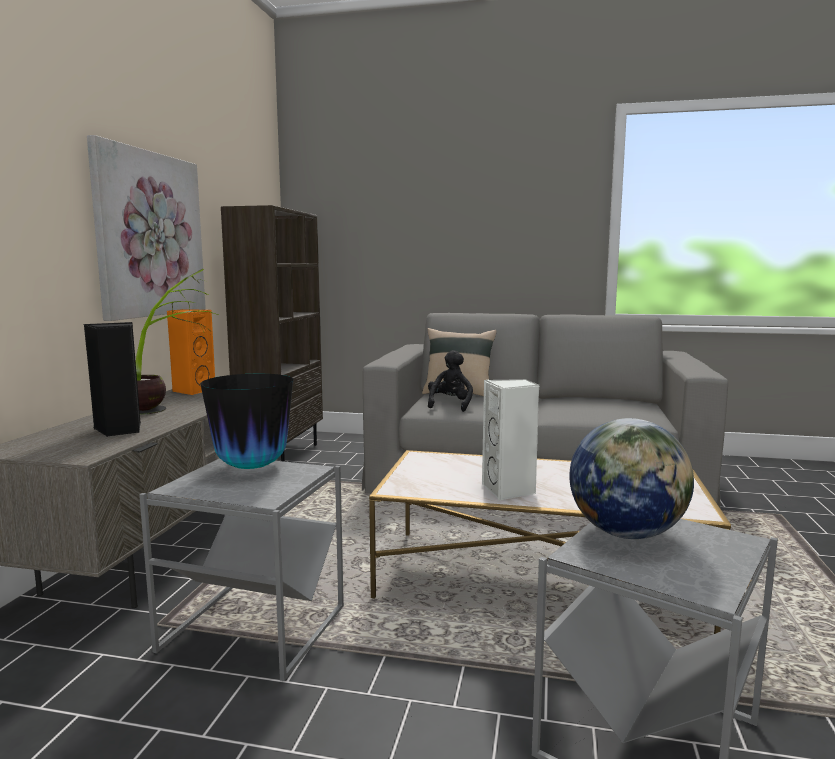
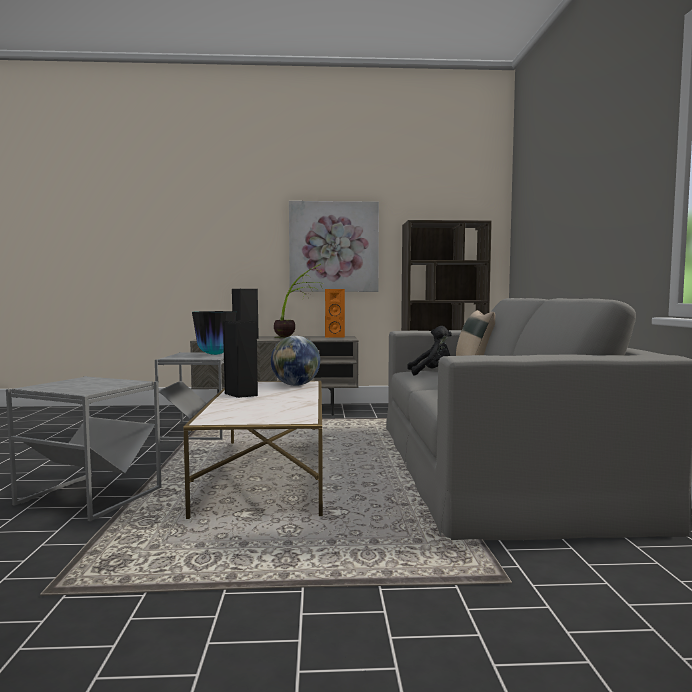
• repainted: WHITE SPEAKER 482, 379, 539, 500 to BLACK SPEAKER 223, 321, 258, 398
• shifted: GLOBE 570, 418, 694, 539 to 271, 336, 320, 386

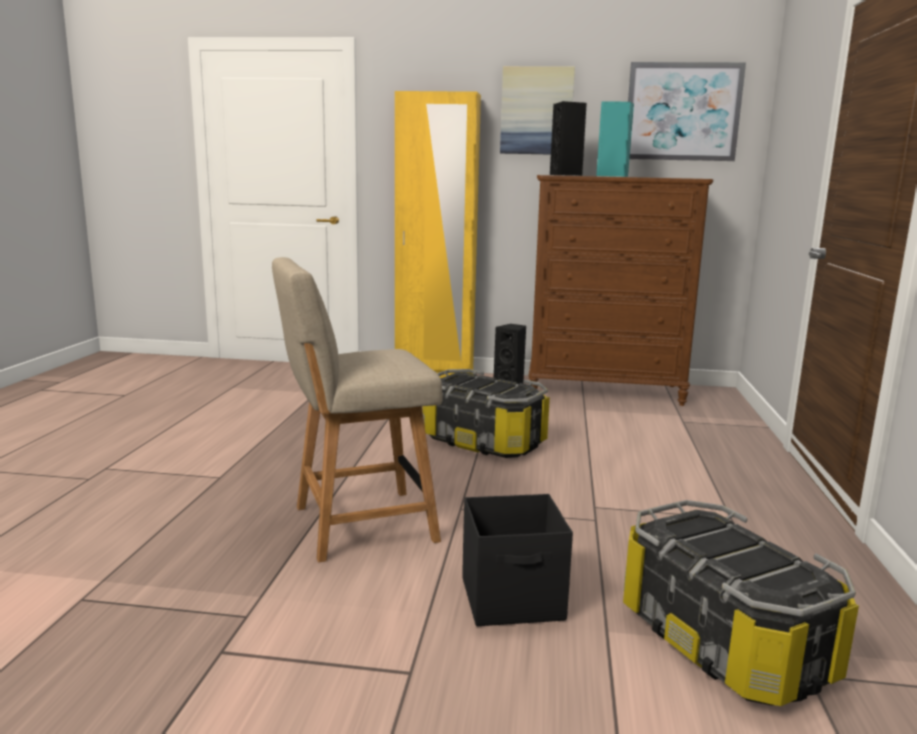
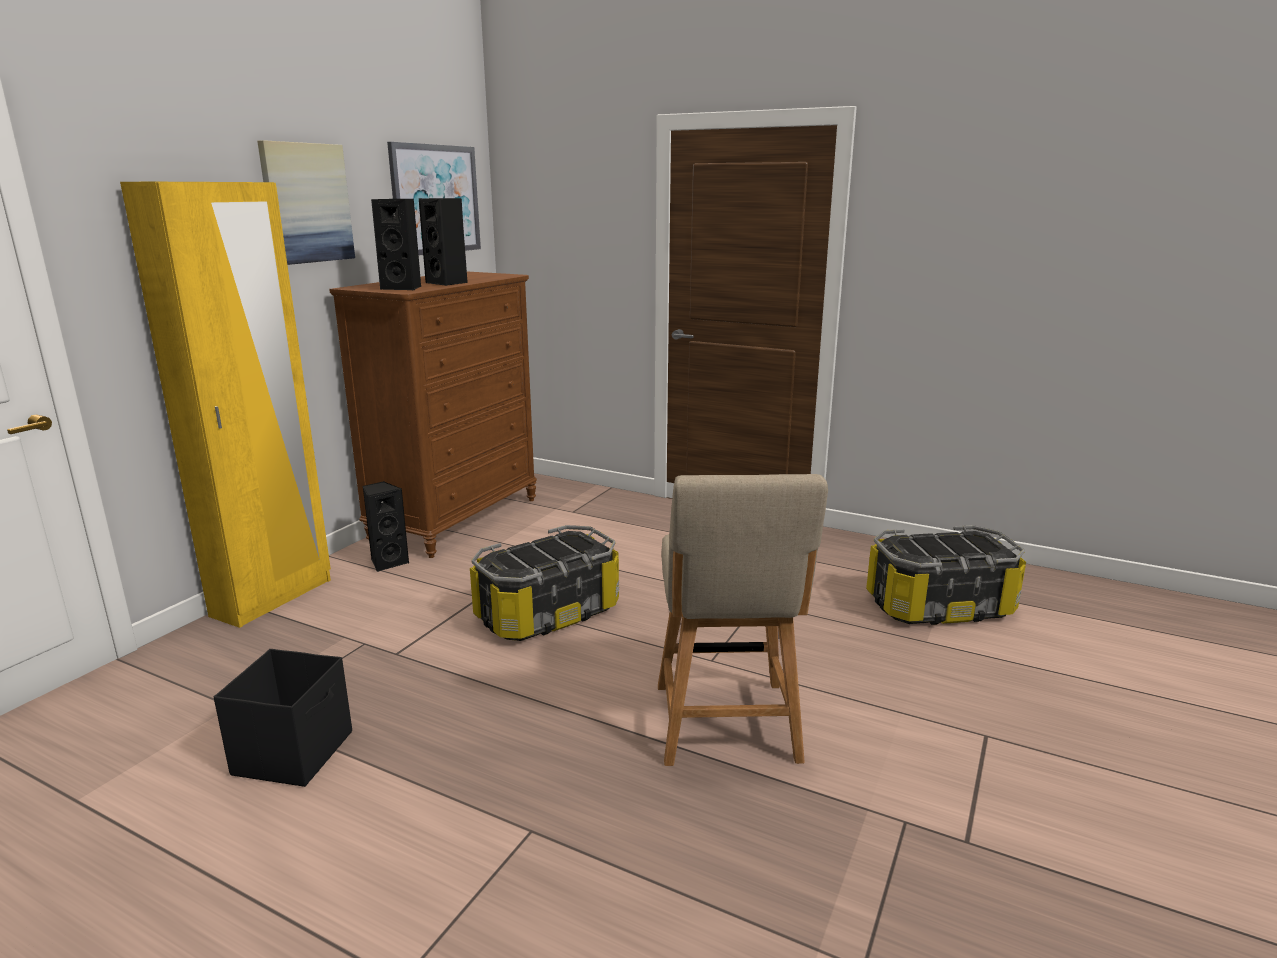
• repainted: TURQUOISE SPEAKER 596, 101, 634, 177 to BLACK SPEAKER 419, 198, 468, 286
• shifted: BLACK STORAGE BOX 462, 494, 573, 626 to 214, 649, 352, 787

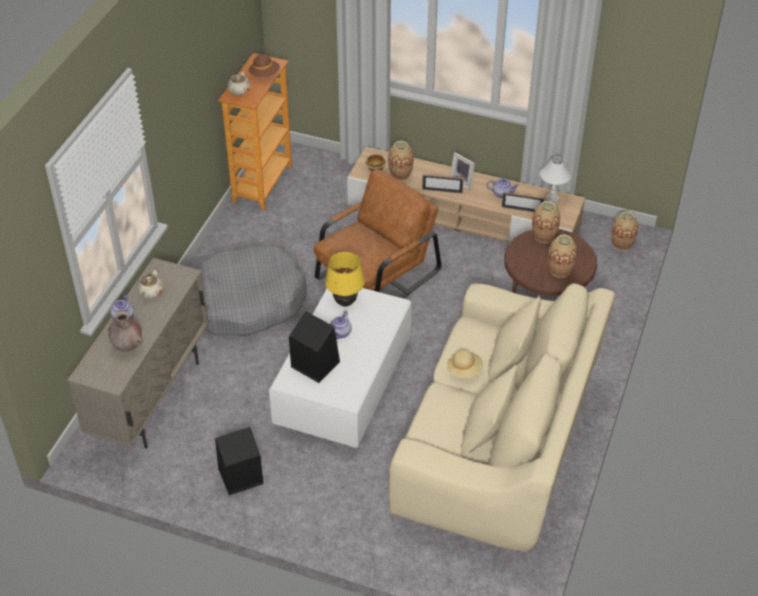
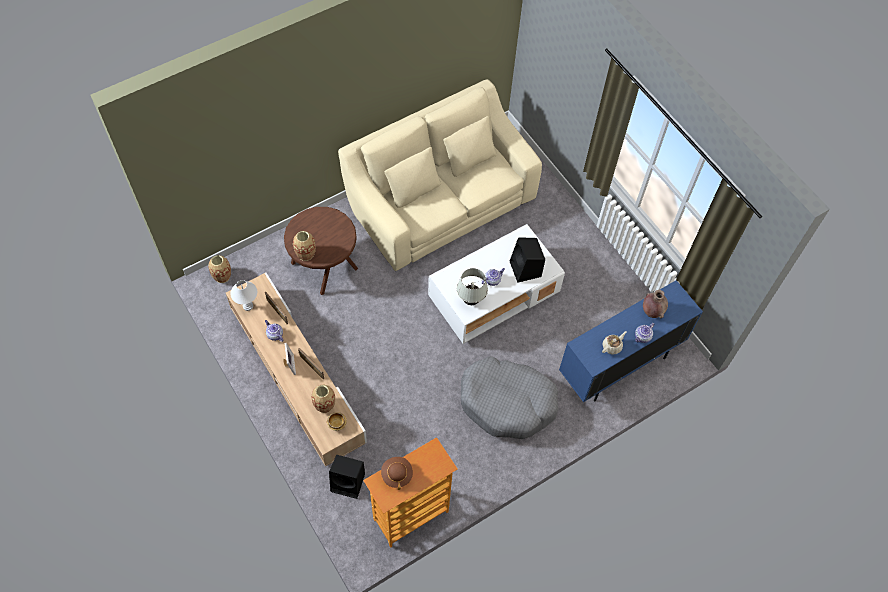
• gone: BEIGE TEAPOT 228, 71, 250, 95
• gone: BROWN ARMCHAIR 314, 169, 442, 299
• gone: VASE 548, 235, 577, 278
• repainted: YELLOW TABLE LAMP 325, 252, 365, 307 to WHITE TABLE LAMP 457, 268, 488, 305
• repainted: BEIGE CABINET 68, 258, 209, 449 to BLUE CABINET 559, 280, 703, 402
• gone: BEIGE HAT 447, 350, 483, 378
• shifted: BLACK SPEAKER 215, 427, 263, 495 to 329, 455, 365, 499

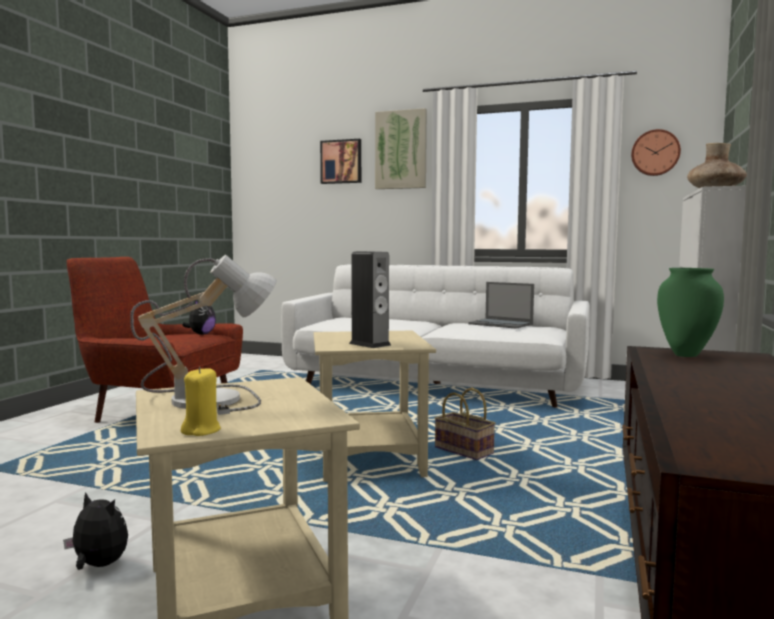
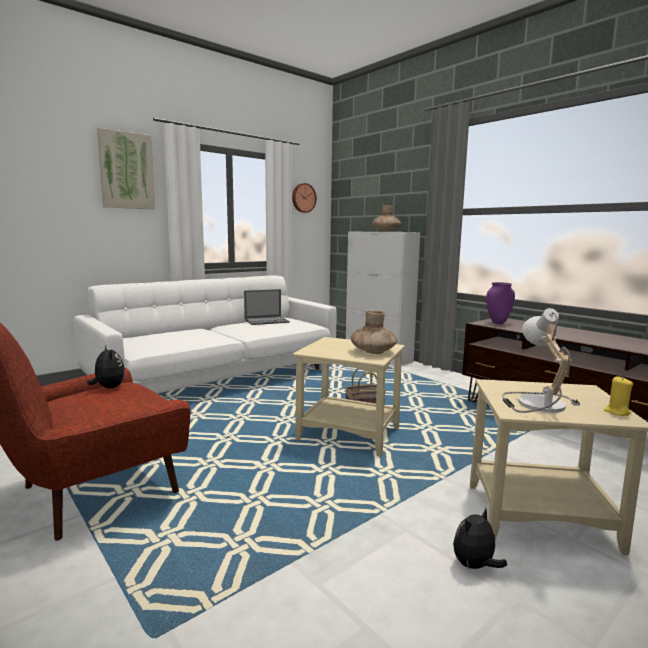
• gone: PICTURE 320, 139, 361, 184
• swapped: SPEAKER 349, 251, 391, 348 to BROWN VASE 350, 310, 397, 354
• repainted: GREEN VASE 657, 268, 724, 357 to PURPLE VASE 486, 282, 515, 324

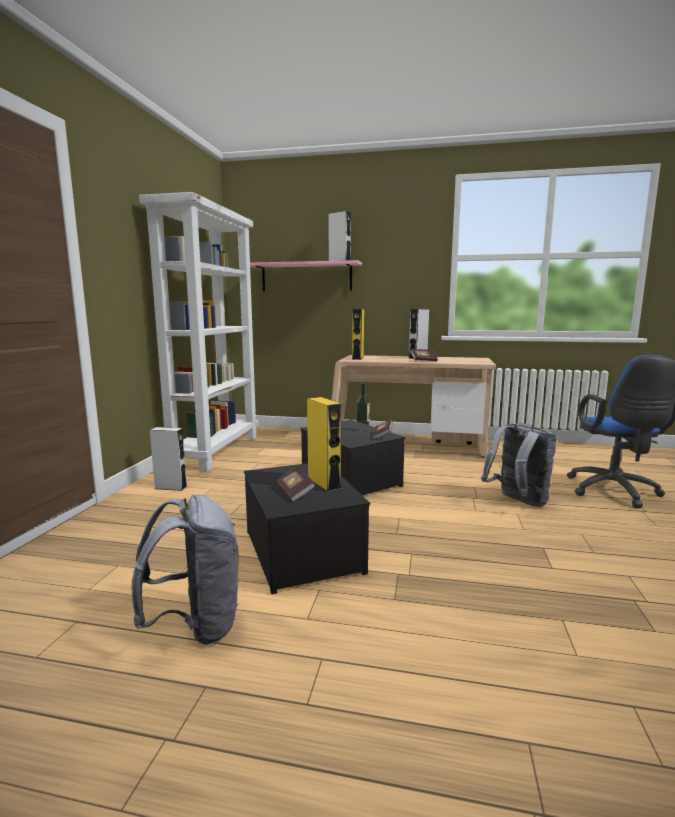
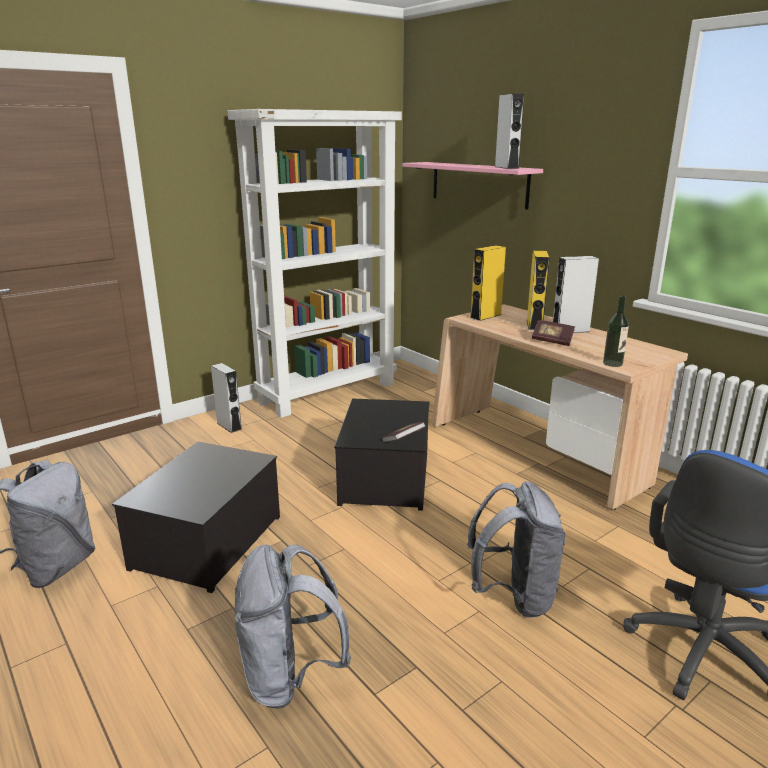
• shifted: BOTTLE 356, 383, 370, 432 to 603, 295, 629, 367
• shifted: YELLOW SPEAKER 307, 397, 342, 492 to 527, 251, 550, 330
• gone: BOOK 276, 466, 315, 502
• new: GREY BACKPACK 235, 545, 351, 708

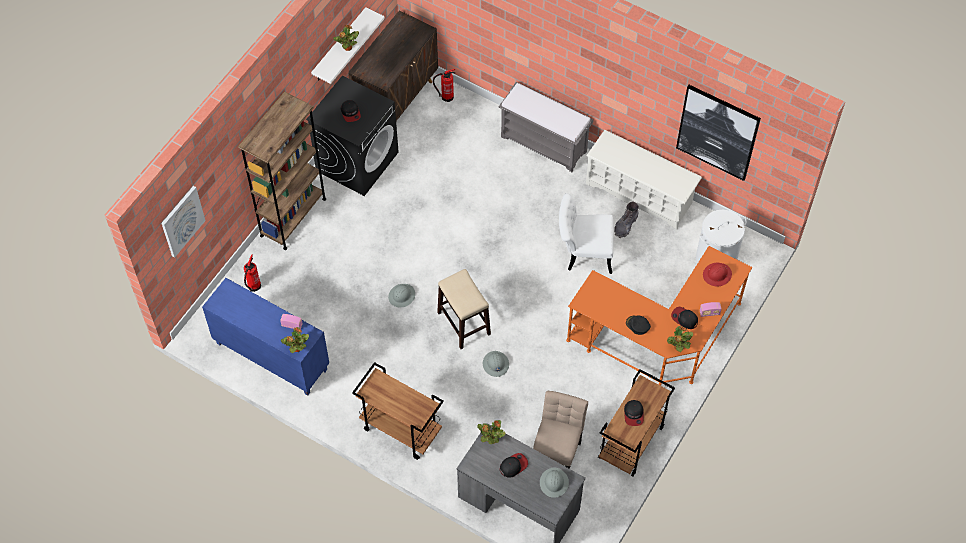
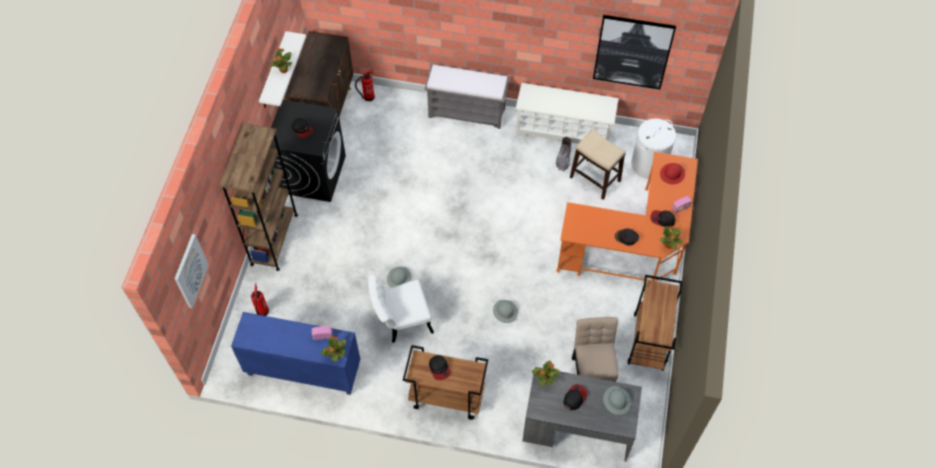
• shifted: WHITE CHAIR 559, 193, 613, 274 to 368, 274, 434, 343
• shifted: STOOL 437, 269, 491, 349 to 570, 129, 626, 200
• shifted: CAP 624, 400, 644, 426 to 429, 355, 450, 380

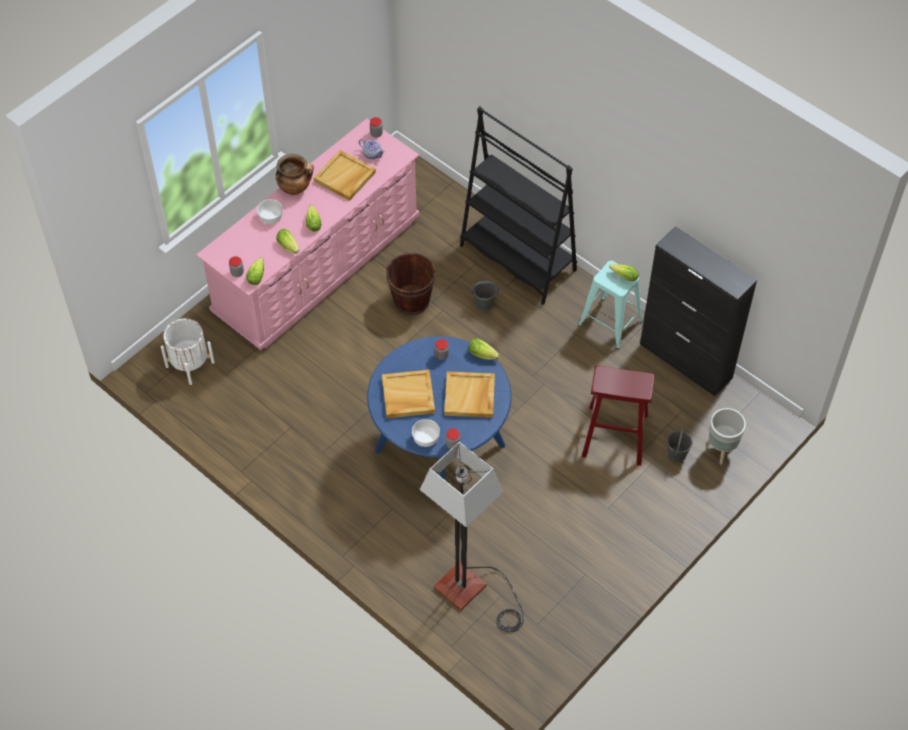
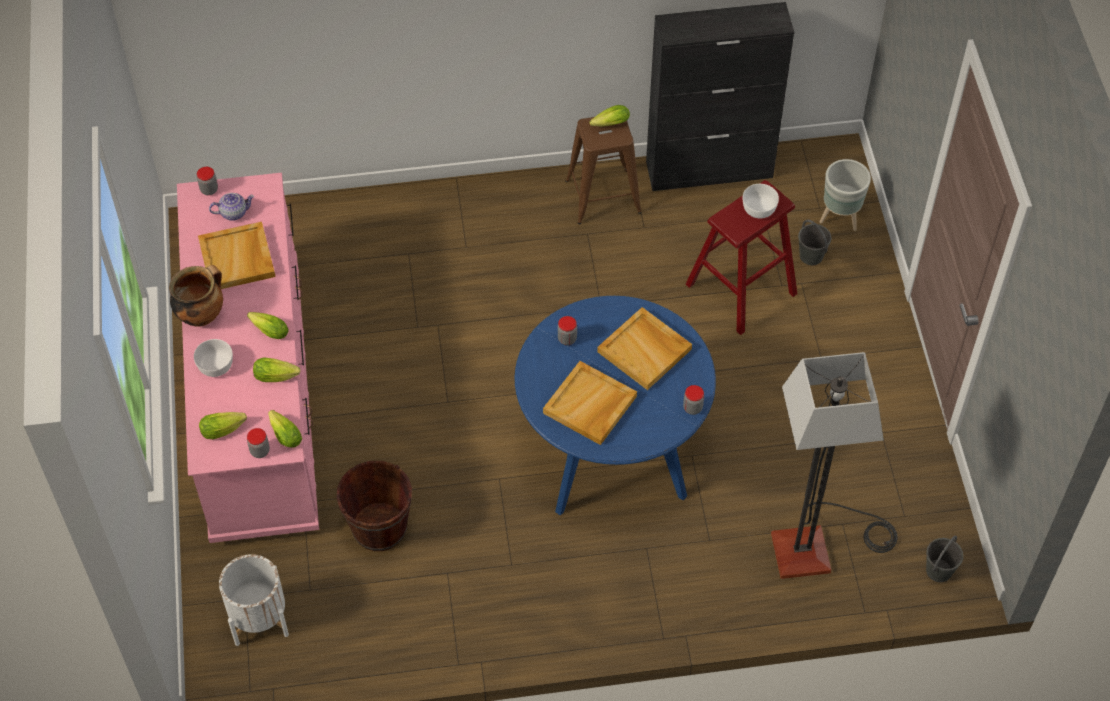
• gone: BLACK BOOKCASE 460, 106, 577, 305
• shifted: BROWN BUCKET 386, 253, 436, 315 to 337, 461, 412, 551
• repainted: TURQUOISE STOOL 578, 261, 642, 349 to BROWN STOOL 565, 117, 642, 224
• shifted: GREY BUCKET 471, 280, 499, 311 to 926, 536, 964, 582
• shifted: LETTUCE 468, 338, 499, 360 to 199, 412, 247, 439
• shifted: WHITE BOWL 412, 419, 440, 447 to 743, 184, 779, 219

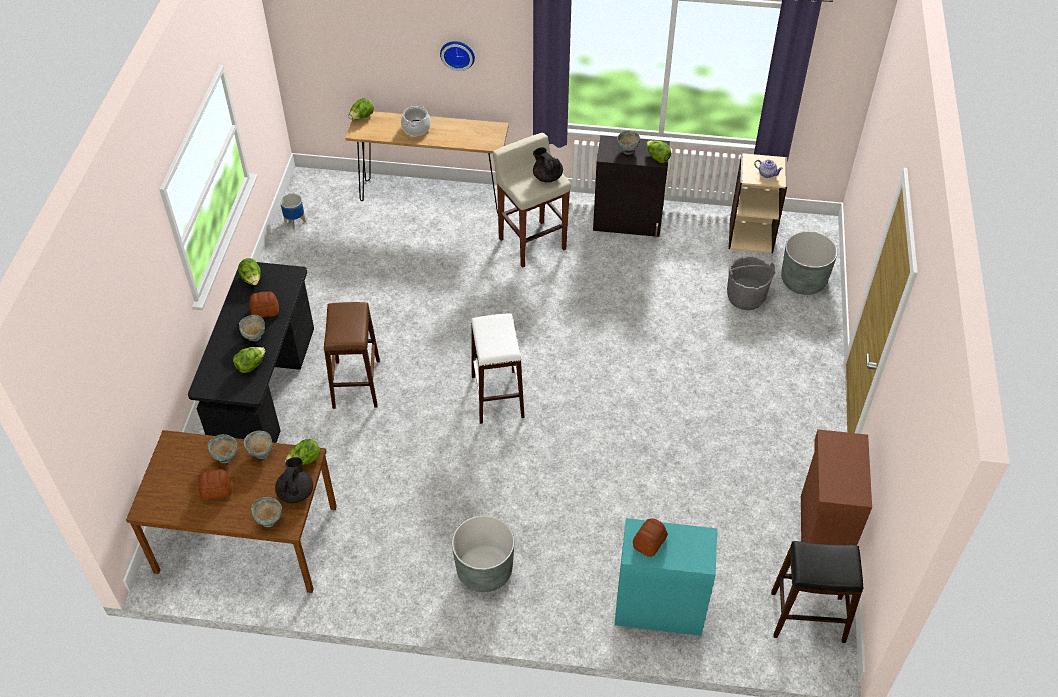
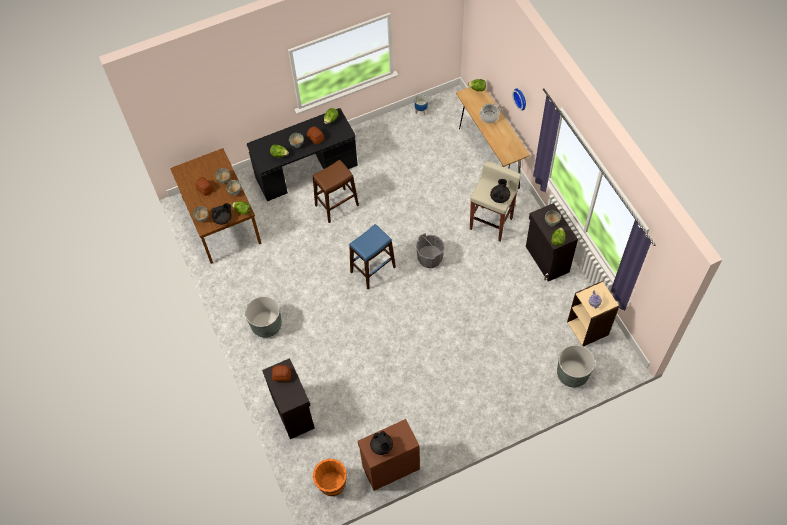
• shifted: GREY BUCKET 727, 257, 775, 310 to 416, 233, 444, 268
• repainted: WHITE STOOL 471, 313, 525, 424 to BLUE STOOL 349, 224, 396, 289
• repainted: TURQUOISE CABINET 614, 518, 717, 636 to BLACK CABINET 262, 358, 315, 439
• swapped: BLACK STOOL 771, 541, 863, 643 to ORANGE BUCKET 313, 459, 347, 496
• new: BLACK TEAPOT 370, 431, 393, 455

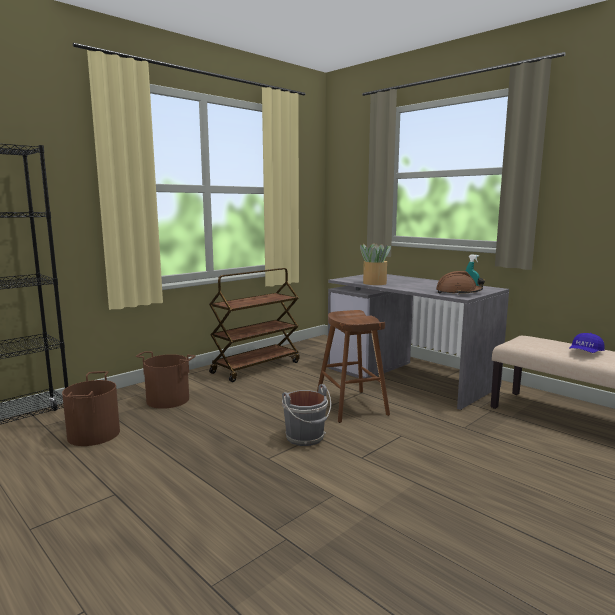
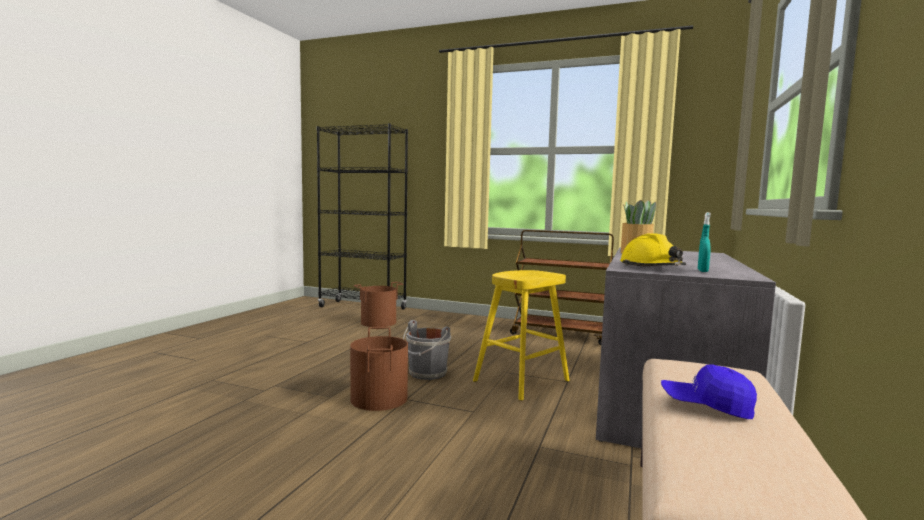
• repainted: BROWN HARD HAT 436, 271, 485, 295 to YELLOW HARD HAT 620, 233, 686, 266
• repainted: BROWN STOOL 317, 310, 390, 423 to YELLOW STOOL 473, 270, 570, 401
• shifted: BROWN BUCKET 136, 351, 196, 409 to 350, 327, 408, 411

